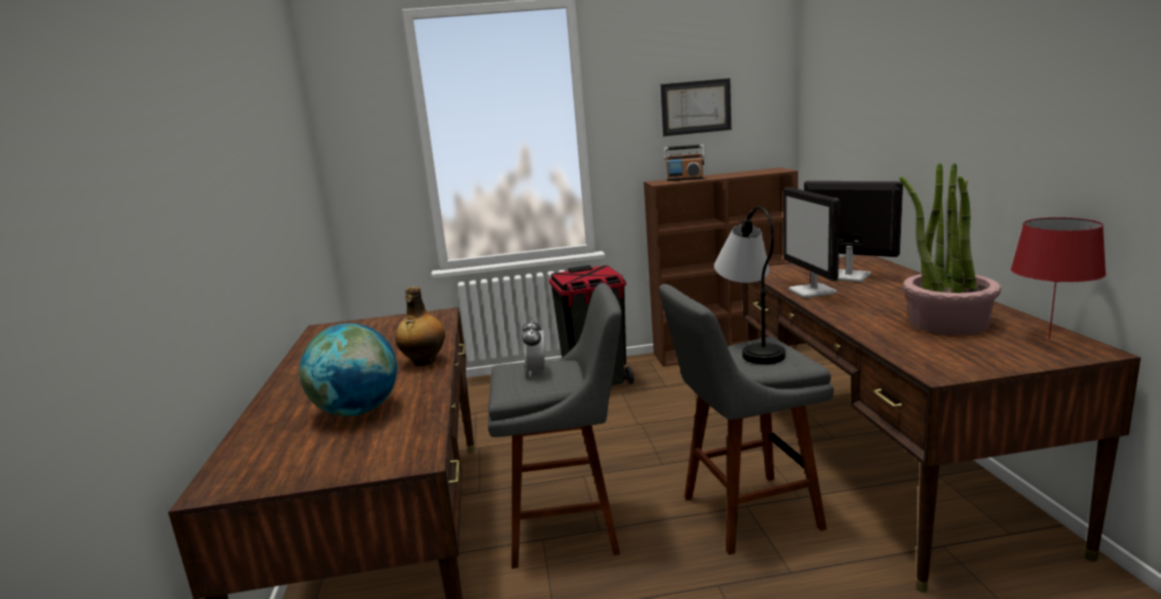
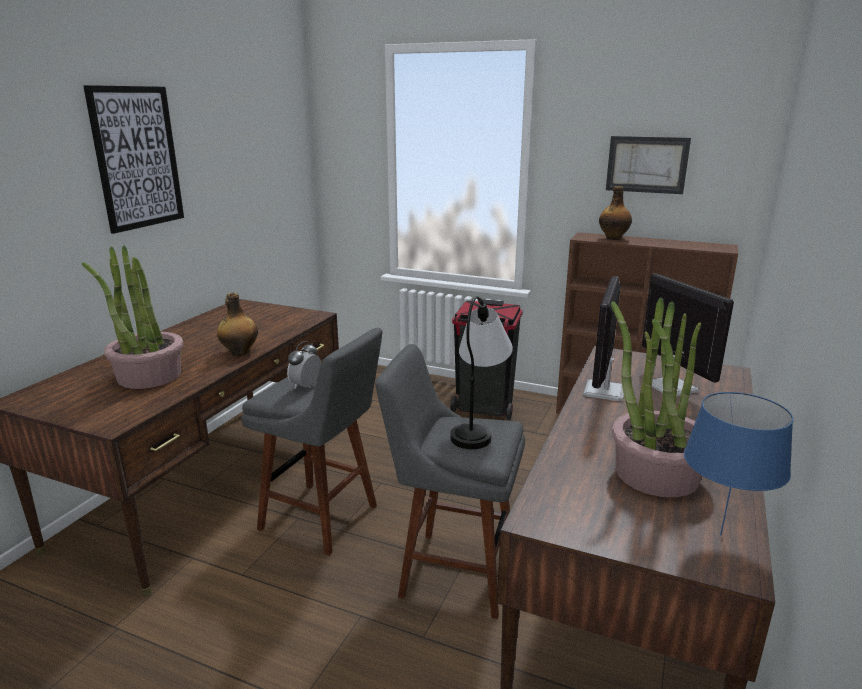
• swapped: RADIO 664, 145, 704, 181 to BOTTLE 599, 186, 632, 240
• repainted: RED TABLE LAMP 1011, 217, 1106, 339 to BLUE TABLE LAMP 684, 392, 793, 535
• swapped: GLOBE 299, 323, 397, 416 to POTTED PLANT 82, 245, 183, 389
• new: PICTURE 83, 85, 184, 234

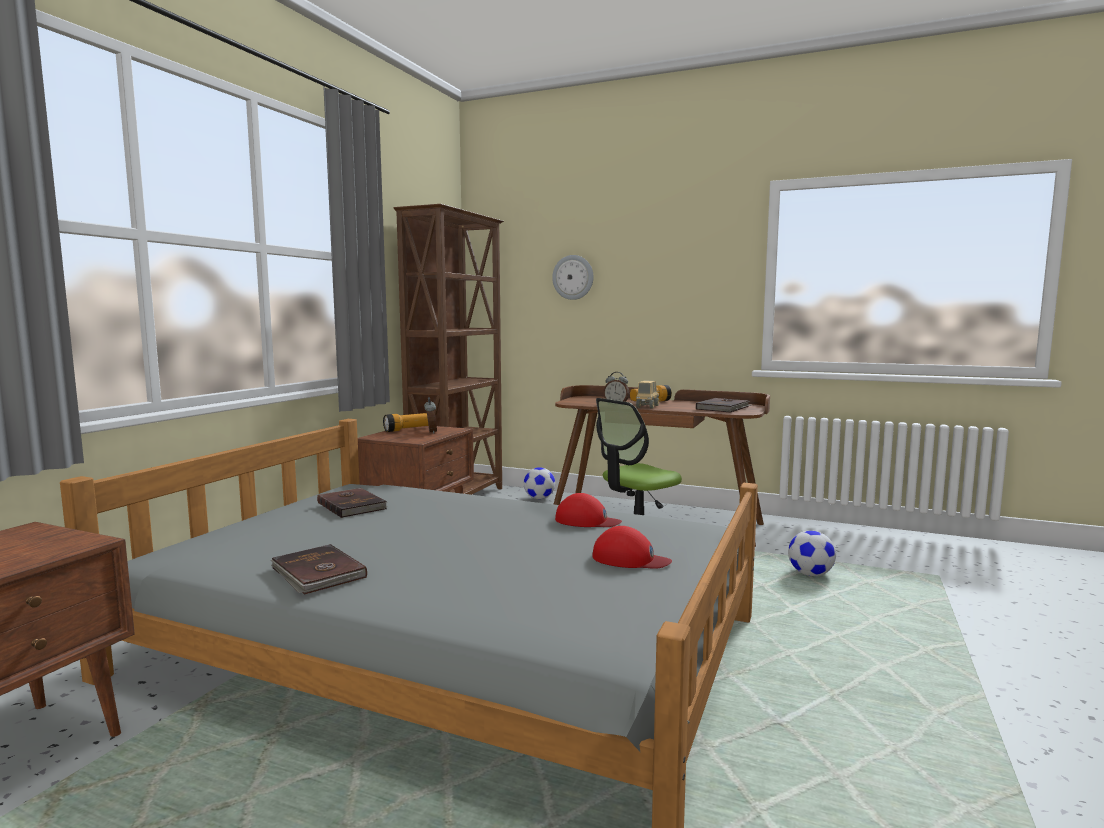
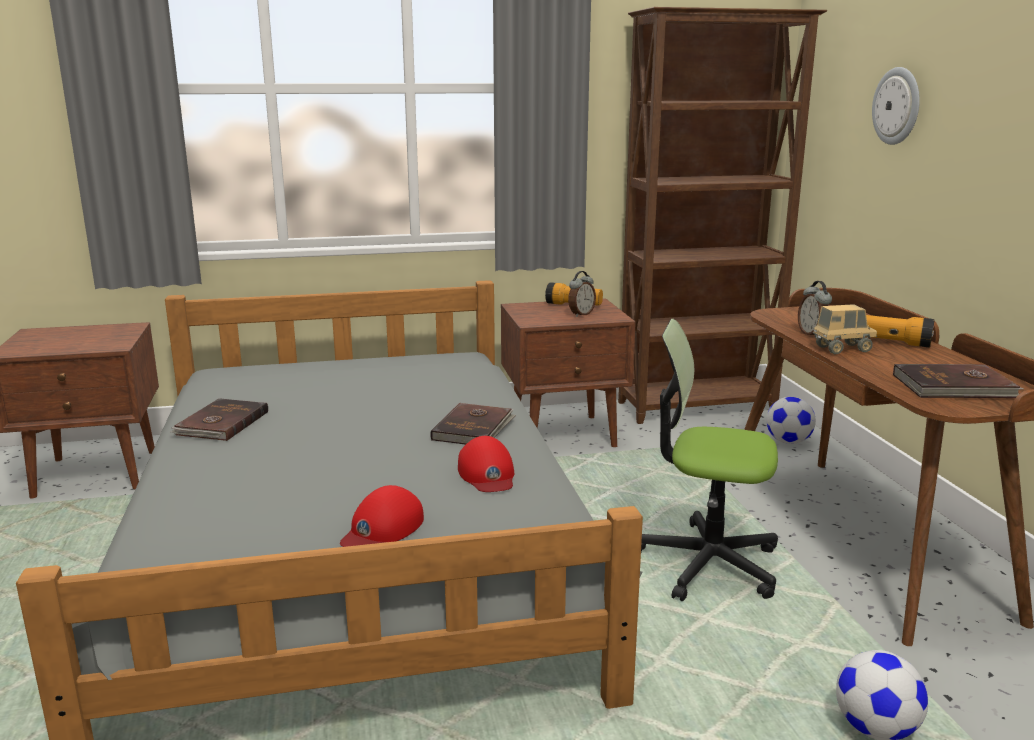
• shifted: BROWN BOOK 317, 488, 387, 518 to 430, 403, 516, 445
• rotated: RED CAP 592, 526, 672, 569 = 340, 485, 424, 547 45 degrees clockwise

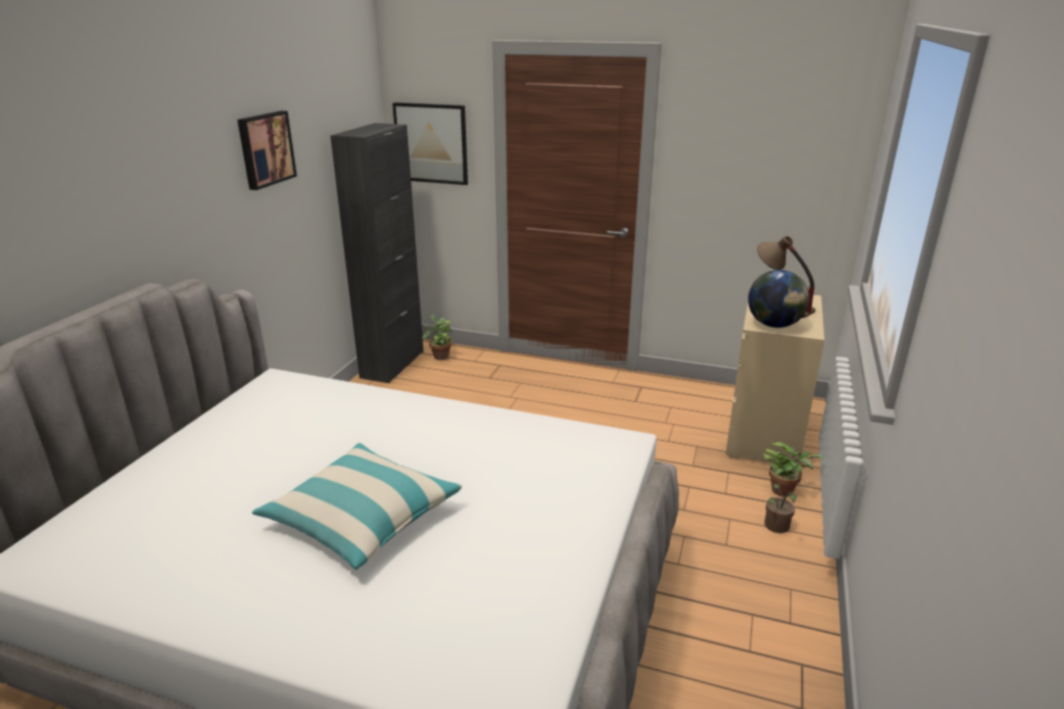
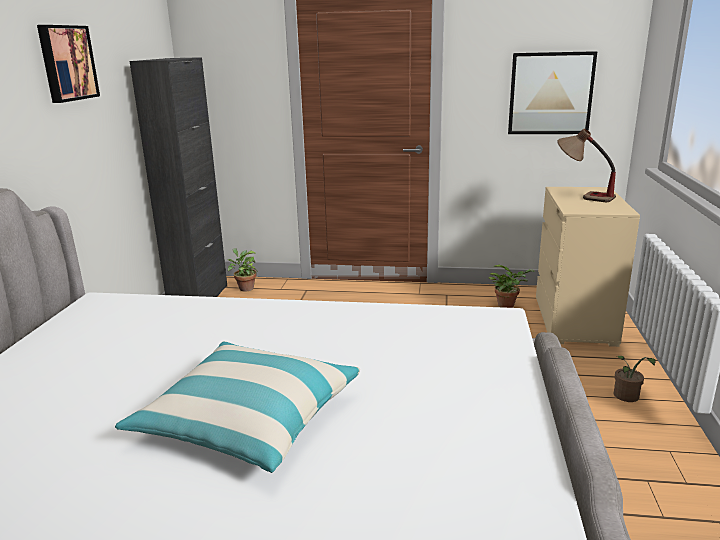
• shifted: PICTURE 393, 102, 468, 185 to 508, 51, 597, 134
• gone: GLOBE 748, 270, 809, 328
• shifted: POTTED PLANT 762, 442, 824, 497 to 488, 265, 535, 308

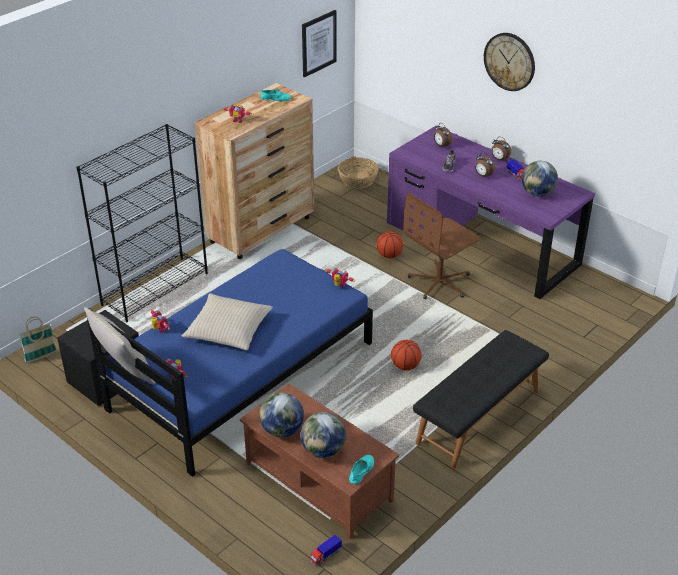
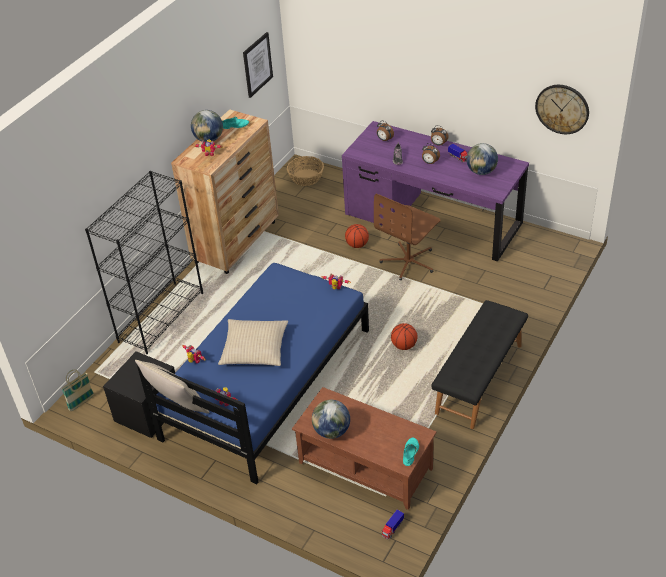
• shifted: WALL CLOCK 484, 33, 535, 91 to 535, 85, 589, 134
• shifted: GLOBE 301, 412, 346, 458 to 191, 110, 223, 142

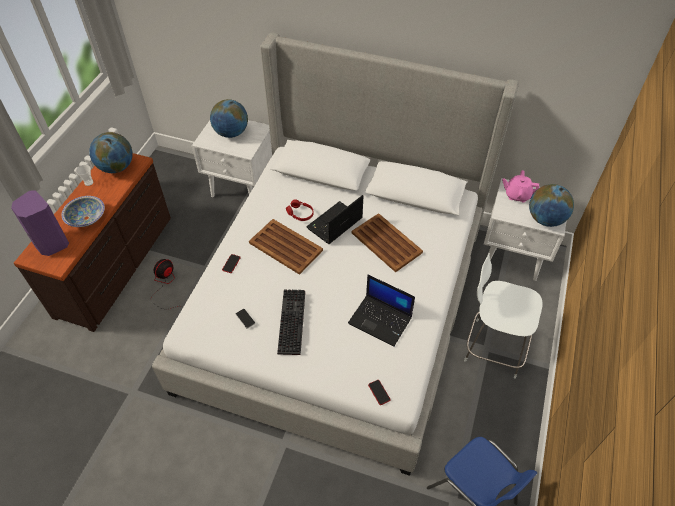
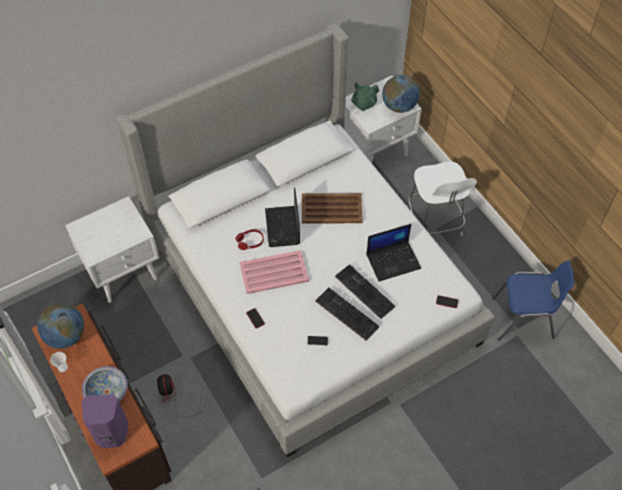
• gone: GLOBE 210, 99, 248, 138
• repainted: PINK TEAPOT 502, 170, 539, 203 to GREEN TEAPOT 351, 82, 379, 111
• repainted: BROWN TRAY 249, 219, 323, 275 to PINK TRAY 240, 250, 309, 294
• rotated: WHITE CHAIR 464, 253, 542, 379 = 407, 161, 477, 236 75 degrees counterclockwise
• new: KEYBOARD 335, 264, 395, 319

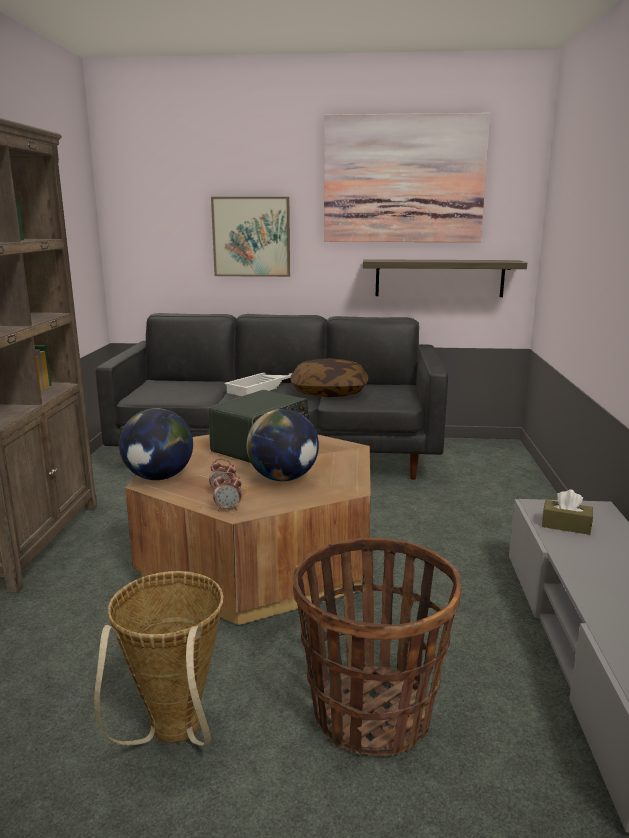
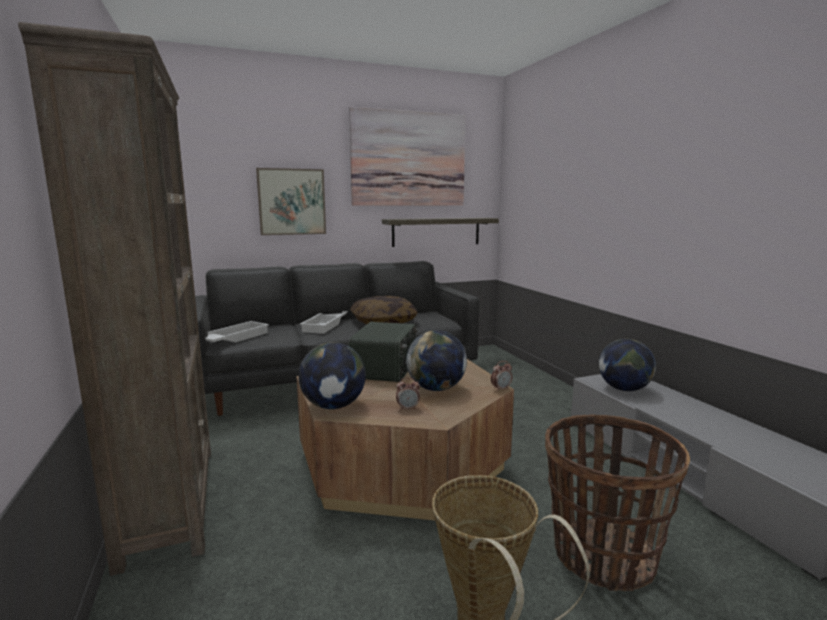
• shifted: ALARM CLOCK 213, 472, 242, 510 to 491, 361, 512, 391
• swapped: BROWN TISSUE BOX 542, 490, 593, 535 to GLOBE 599, 339, 656, 391
• new: WHITE TRAY 205, 321, 269, 343

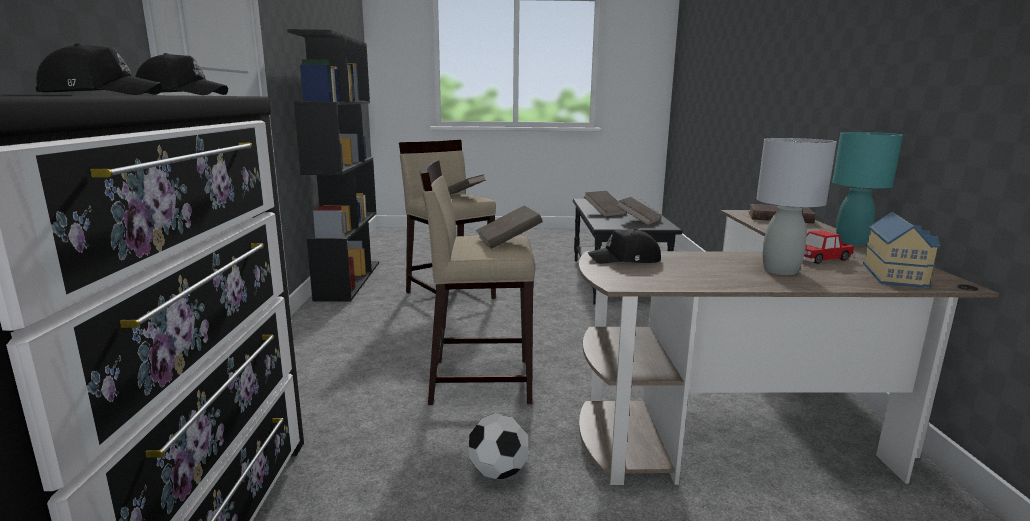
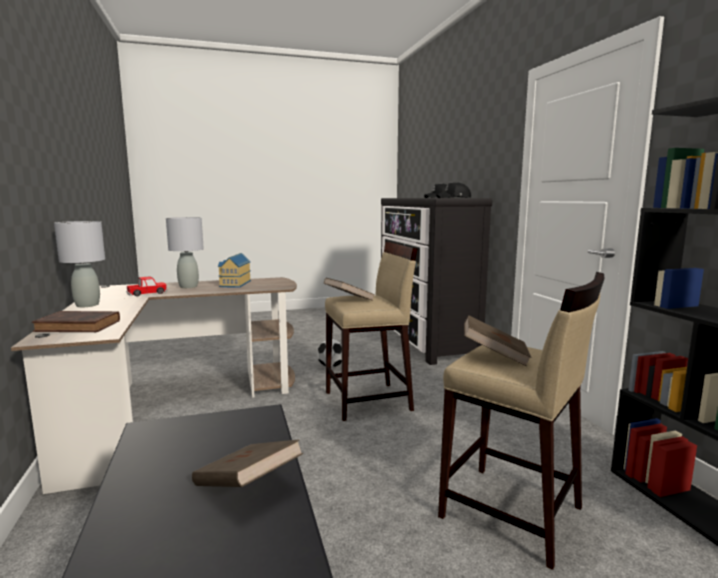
• repainted: TURQUOISE TABLE LAMP 832, 132, 903, 246 to GREY TABLE LAMP 54, 221, 105, 307
• gone: BROWN BOOK 616, 197, 662, 225
• shifted: TOY HOUSE 863, 212, 940, 288 to 218, 253, 251, 288
• gone: BLACK CAP 588, 228, 661, 264

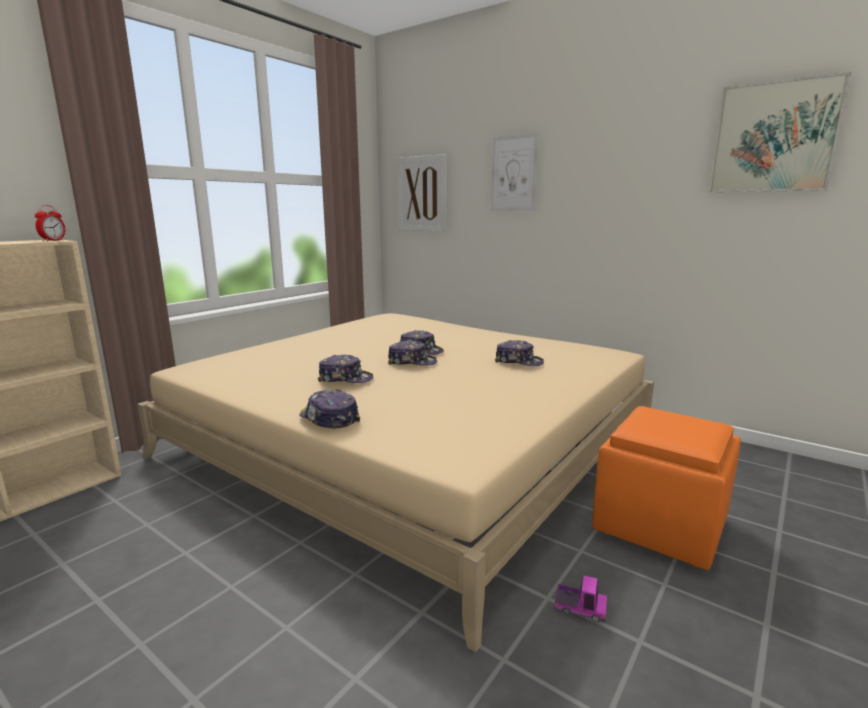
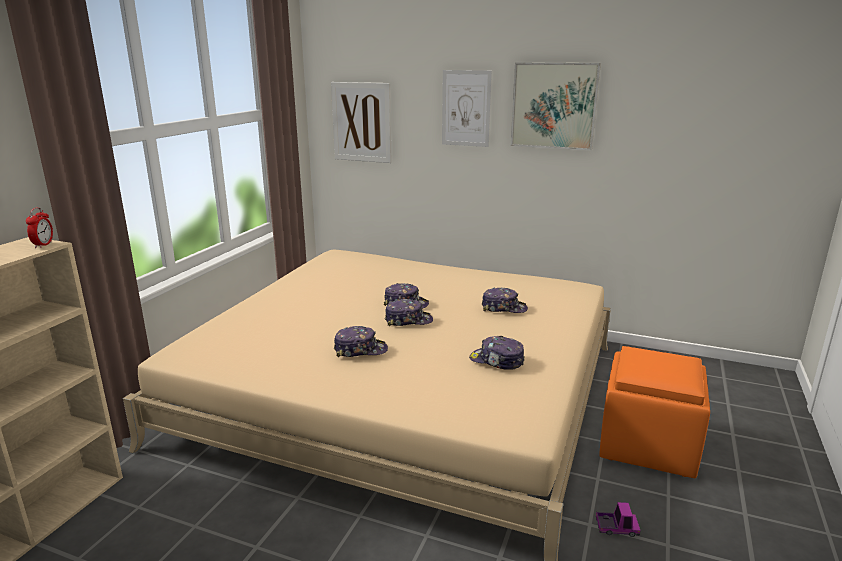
• shifted: PICTURE 708, 72, 851, 192 to 511, 62, 601, 150
• shifted: CAP 299, 389, 360, 429 to 469, 336, 525, 370

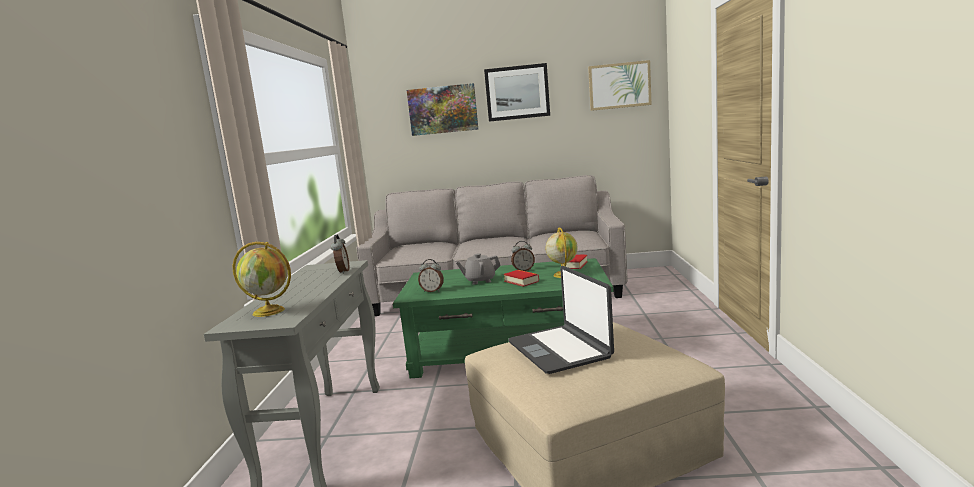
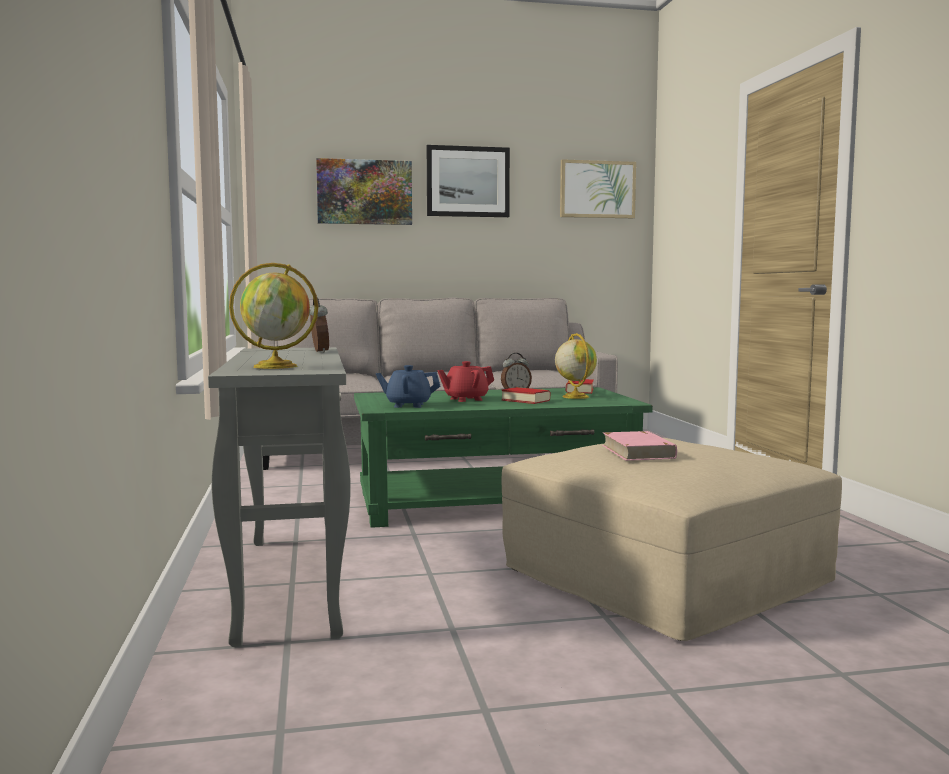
• repainted: GREY TEAPOT 456, 253, 501, 285 to RED TEAPOT 437, 361, 494, 402
• swapped: ALARM CLOCK 418, 259, 444, 292 to BLUE TEAPOT 376, 365, 440, 408
• swapped: LAPTOP 508, 266, 614, 374 to PINK BOOK 602, 431, 677, 461

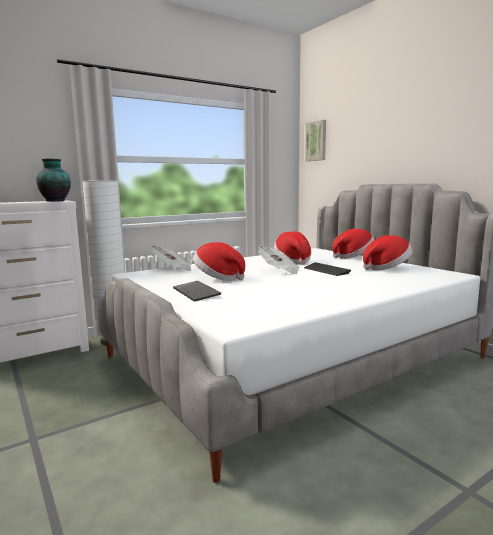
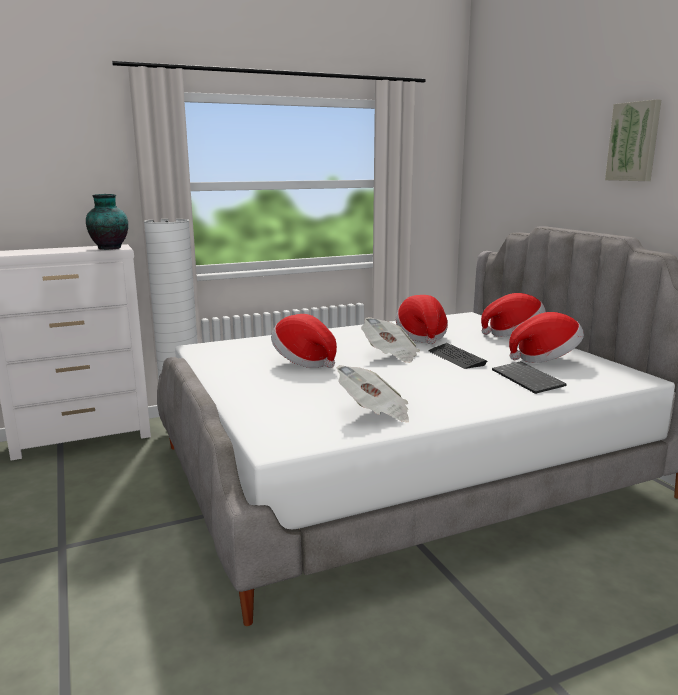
• shifted: PICTURE 305, 120, 326, 161 to 605, 99, 661, 181
• shifted: NEWSPAPER 151, 246, 191, 271 to 337, 365, 409, 422
• shifted: KEYBOARD 173, 281, 221, 302 to 492, 361, 567, 394

